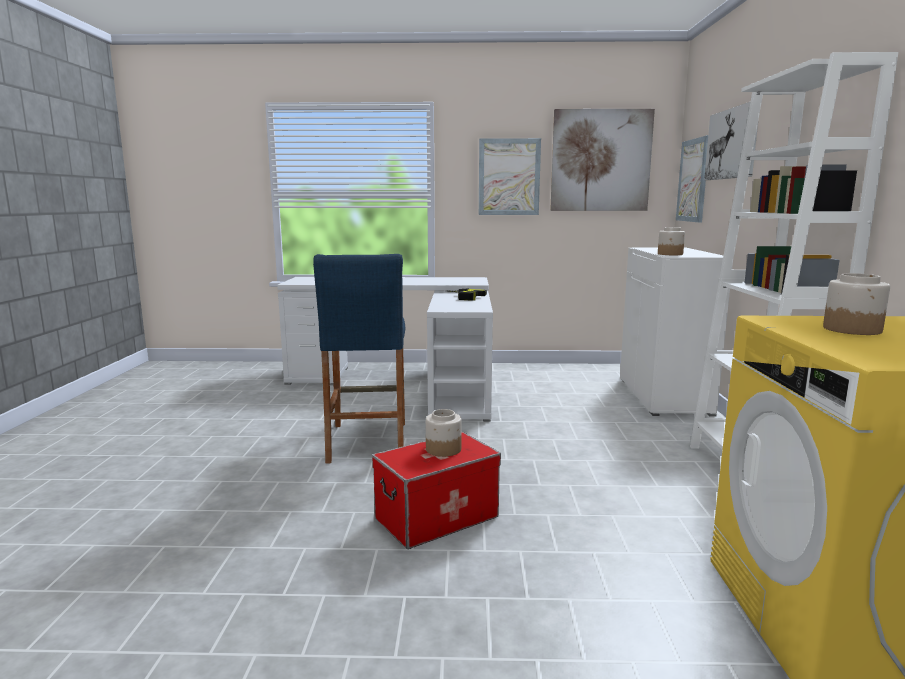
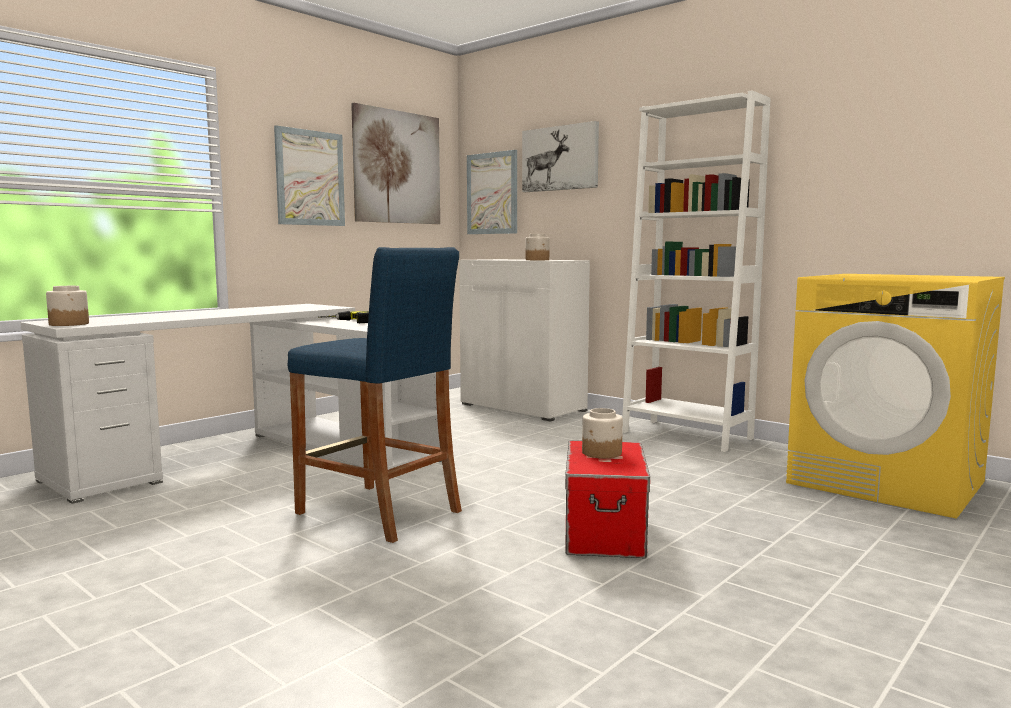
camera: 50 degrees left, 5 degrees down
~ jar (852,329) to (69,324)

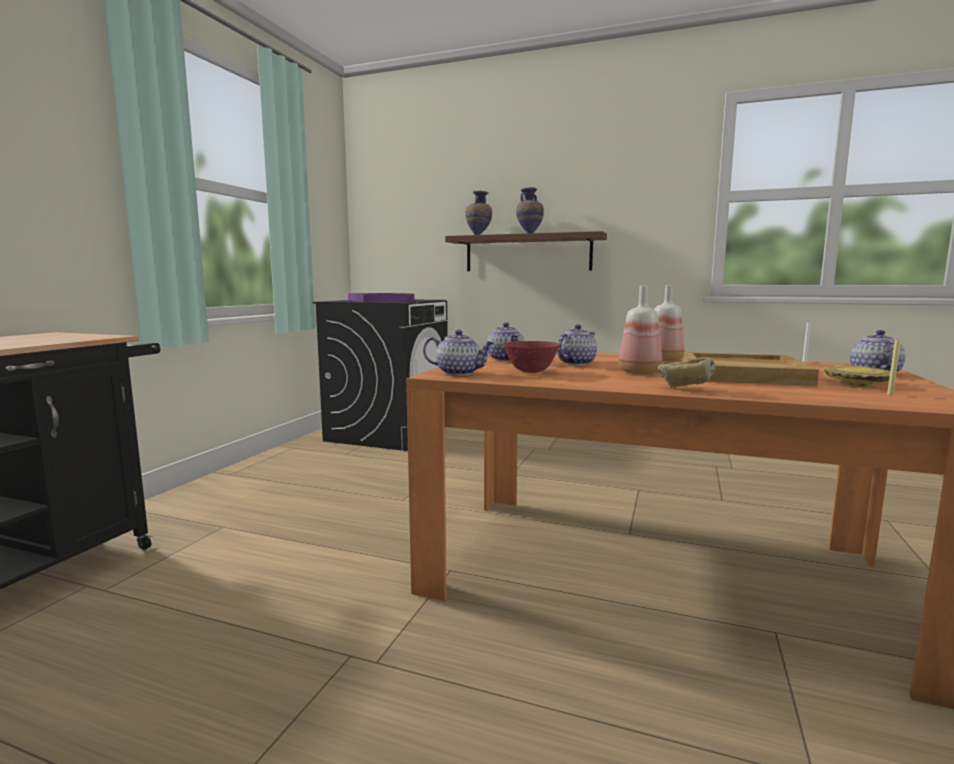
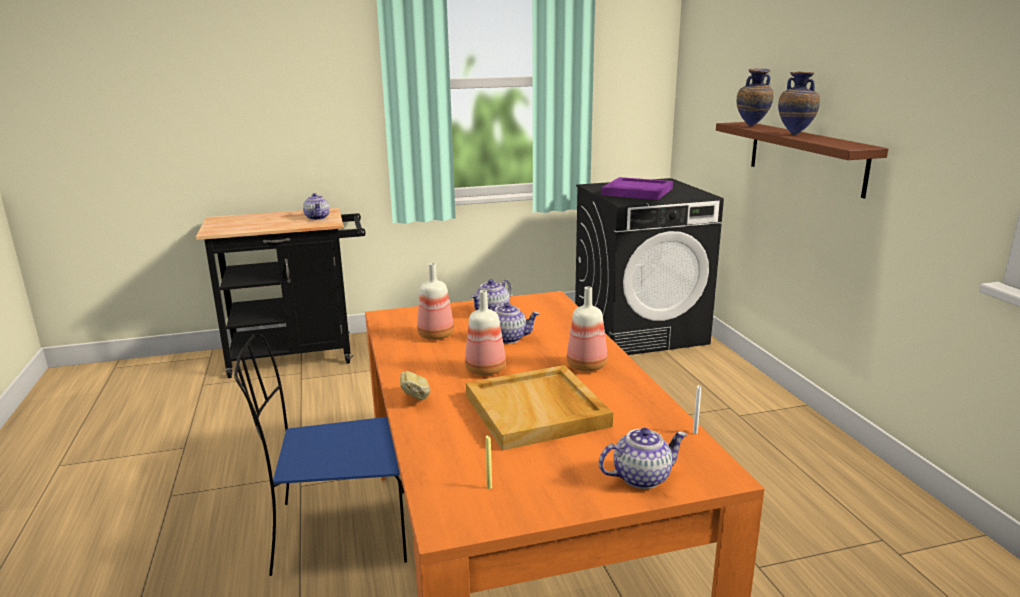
camera: 55 degrees right, 10 degrees up
+ upright chair in blue-coloured (338,532)
~ teapot (459,373) to (317,218)
~ bowl in reddish (531,372) to drink bottle (436,335)
- flat dish in yellow-coloured (857,384)

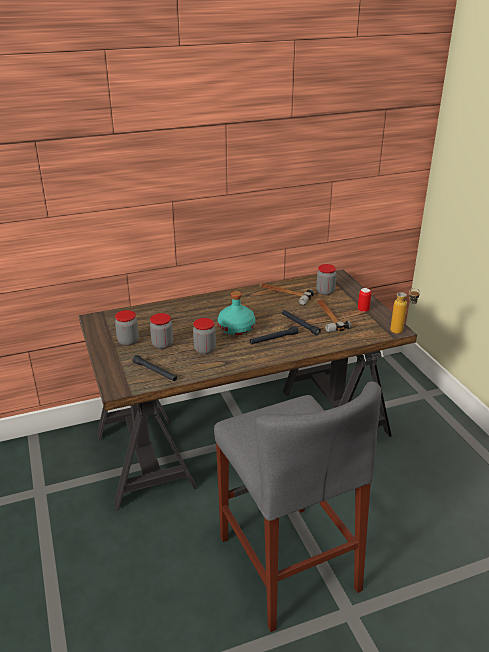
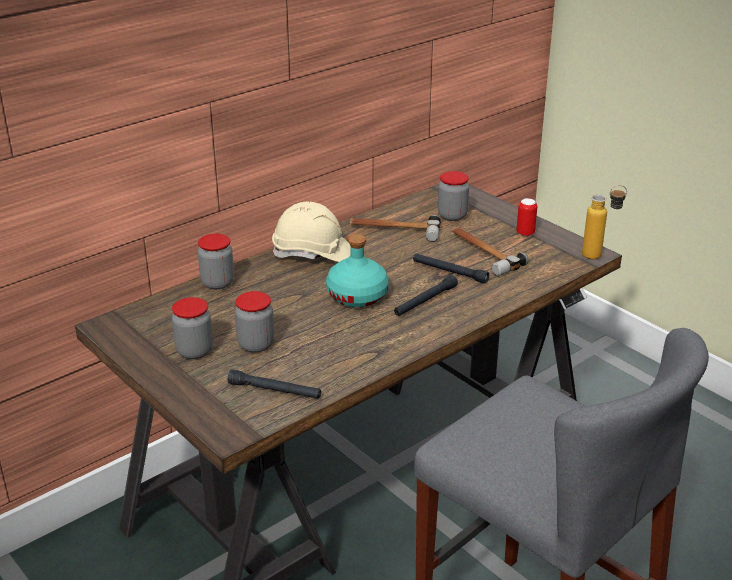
camera: 20 degrees left, 0 degrees up
~ jar (205,349) to (217,283)
+ safety helmet in beige-coloured (312,254)

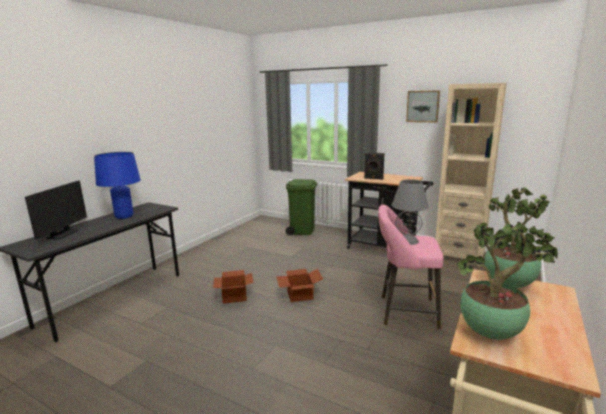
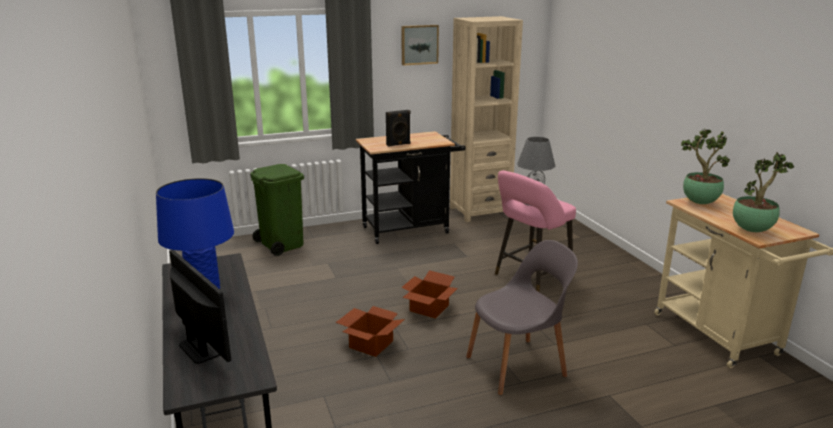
camera: 50 degrees left, 5 degrees up
+ upright chair in grey (518,365)

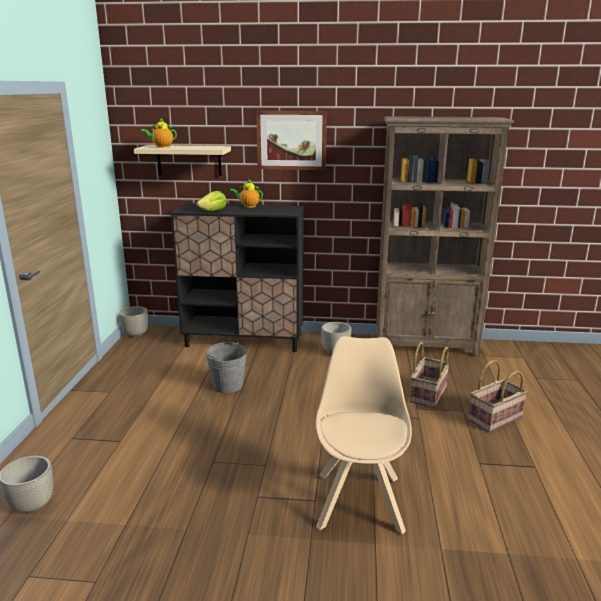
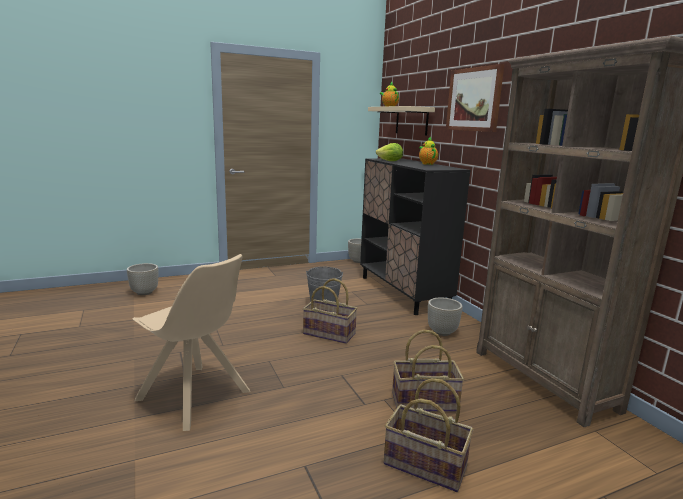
camera: 60 degrees right, 5 degrees down
~ upright chair in beige-coloured (359,499) = (195,397) 60 degrees clockwise
+ basket (330,333)

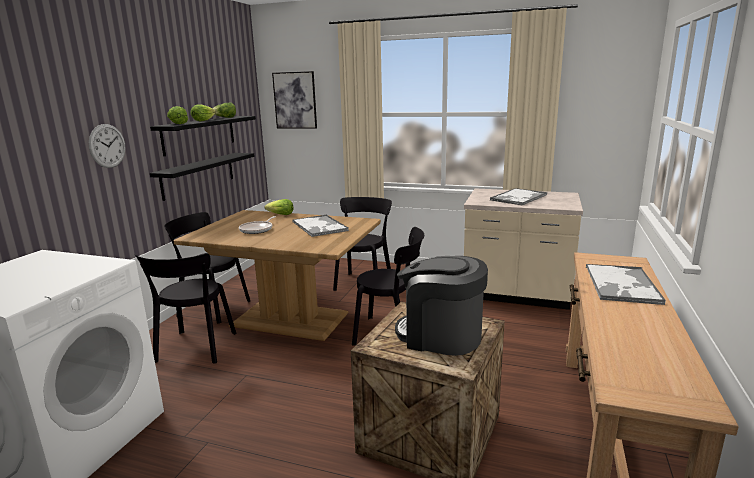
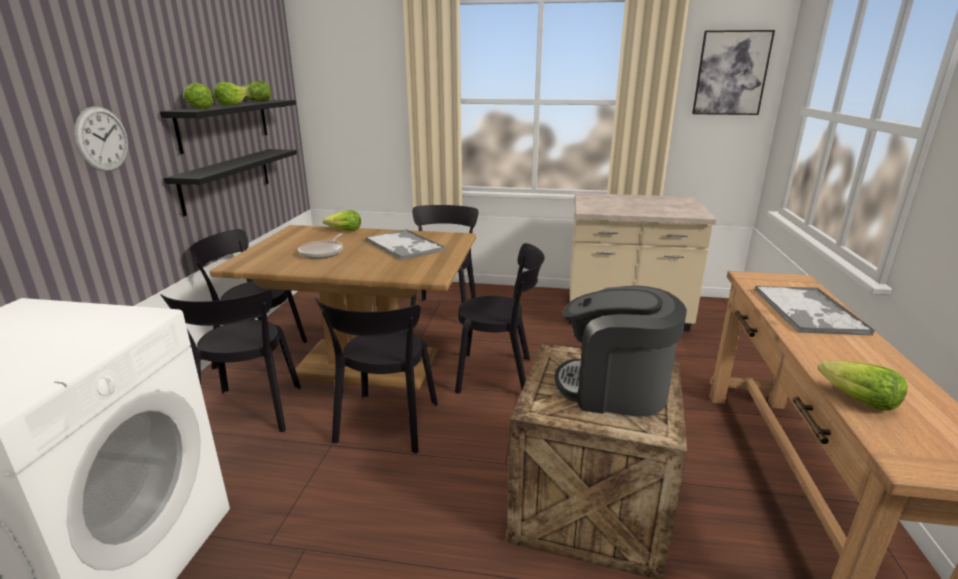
camera: 10 degrees left, 5 degrees up
+ upright chair in blackish (385,425)
~ wall art (295,100) to (731,73)
+ head of lettuce (857,400)
- tray (518,198)

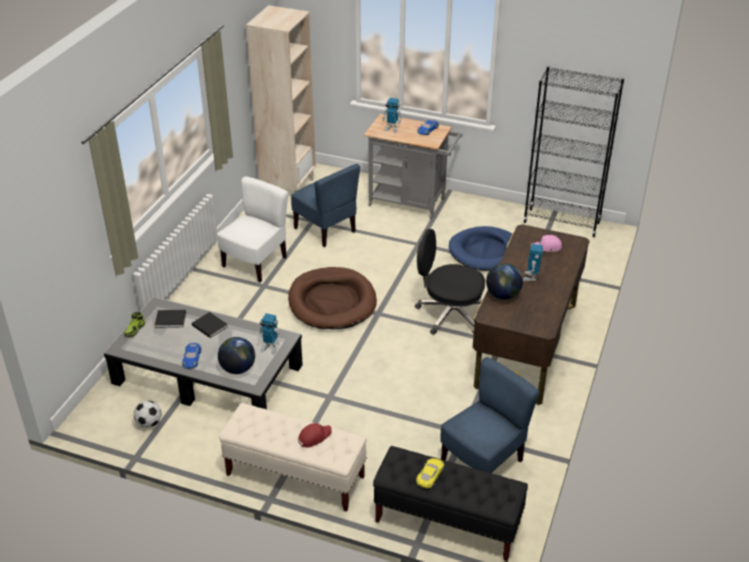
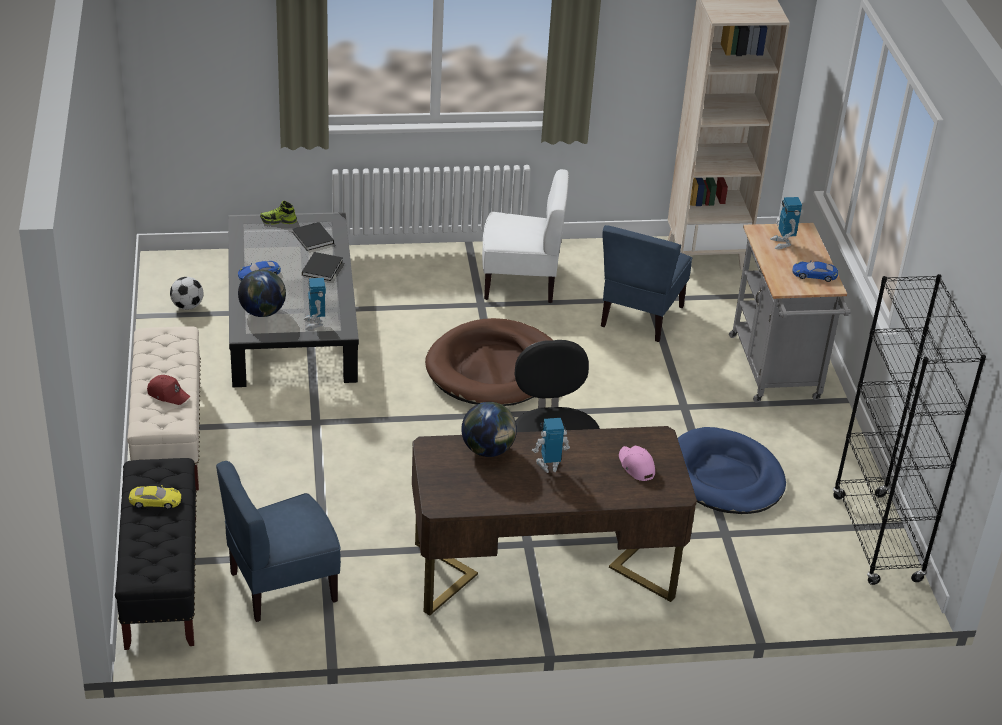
camera: 60 degrees right, 0 degrees up
~ upright chair in blue-coloured (483,462) = (282,586) 135 degrees clockwise

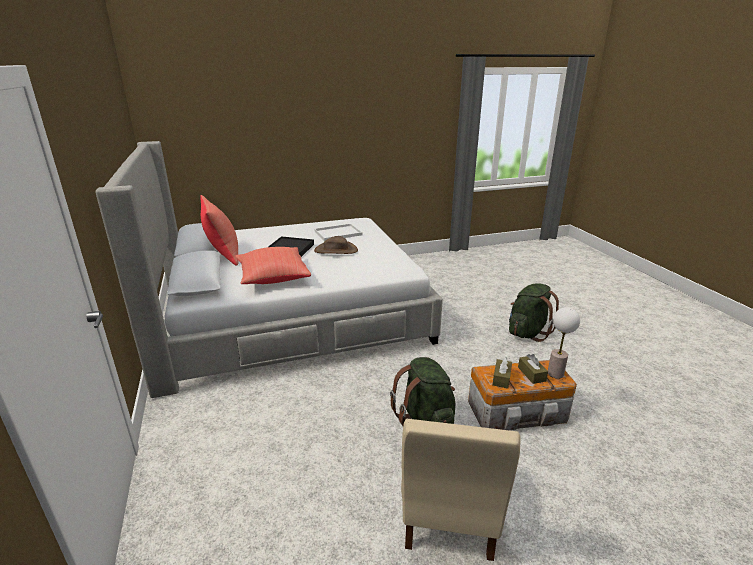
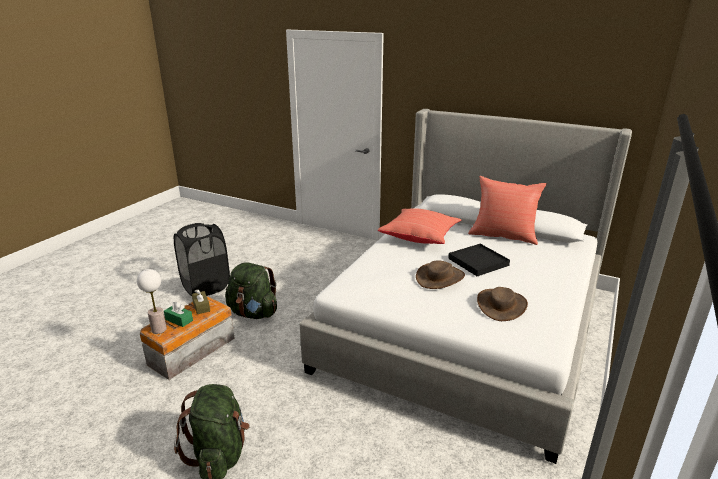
camera: 135 degrees right, 0 degrees up
~ tissue box in brown-coloured (531,374) to tissue box in green (179,320)
~ upright chair in beige-coloured (449,512) to washing basket in blackish (206,286)
~ tray in white-coloured (338,233) to hat in brown-coloured (501,305)

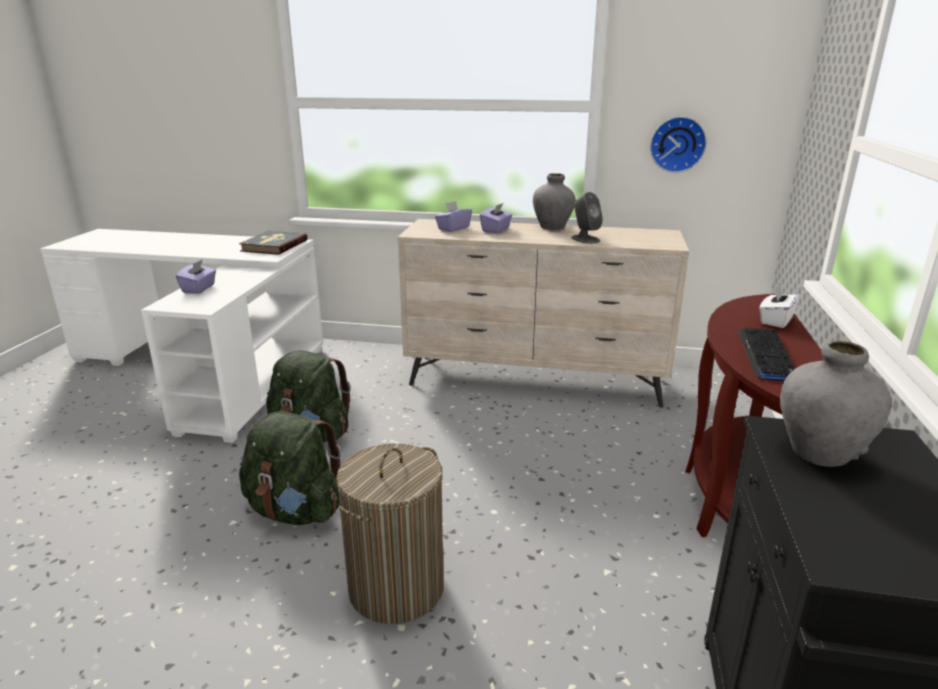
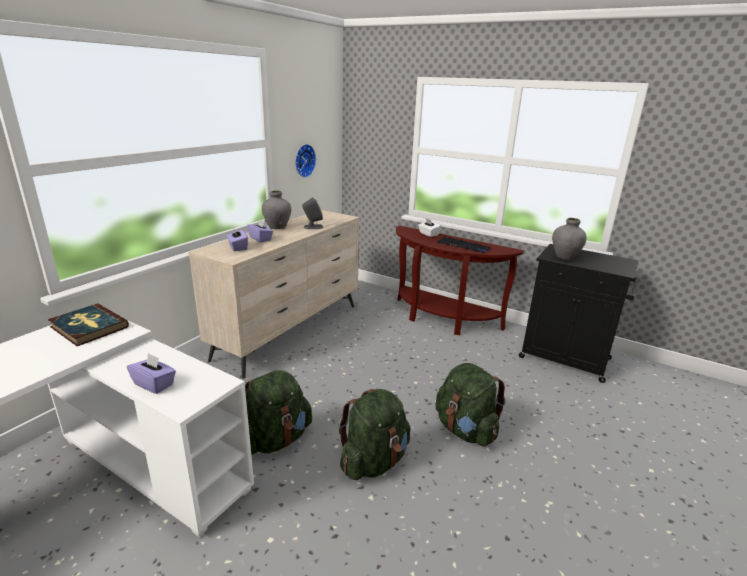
camera: 70 degrees left, 0 degrees up
~ washing basket (396,588) to backpack in green (465,430)

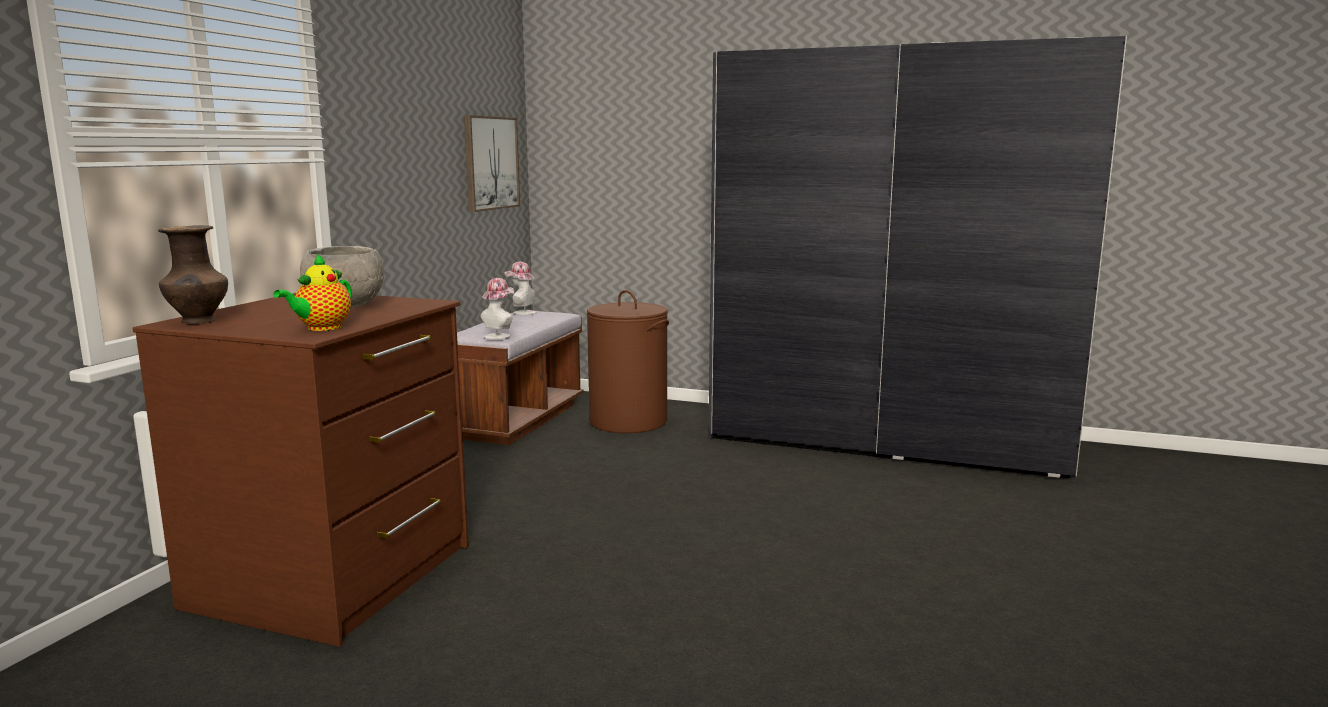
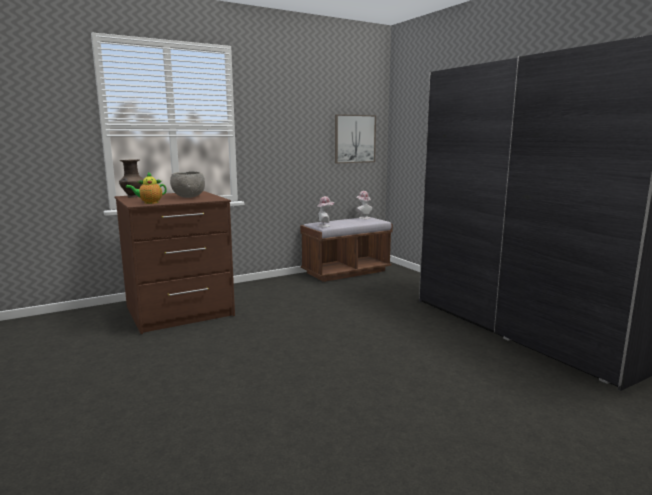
camera: 40 degrees right, 0 degrees up
- washing basket in brown-coloured (628,421)

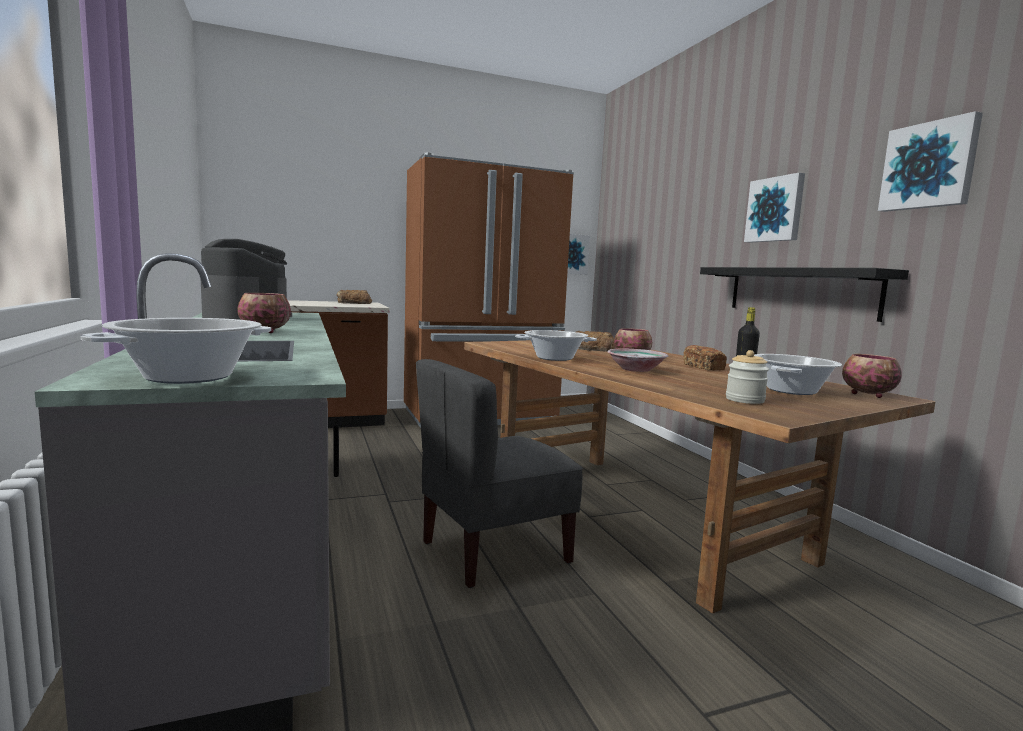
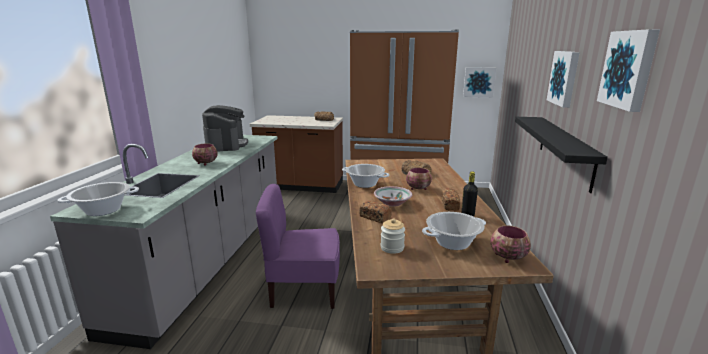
camera: 30 degrees right, 10 degrees up
~ upright chair in grey (493,551) to upright chair in purple-coloured (304,290)
+ baked bread (374,217)

